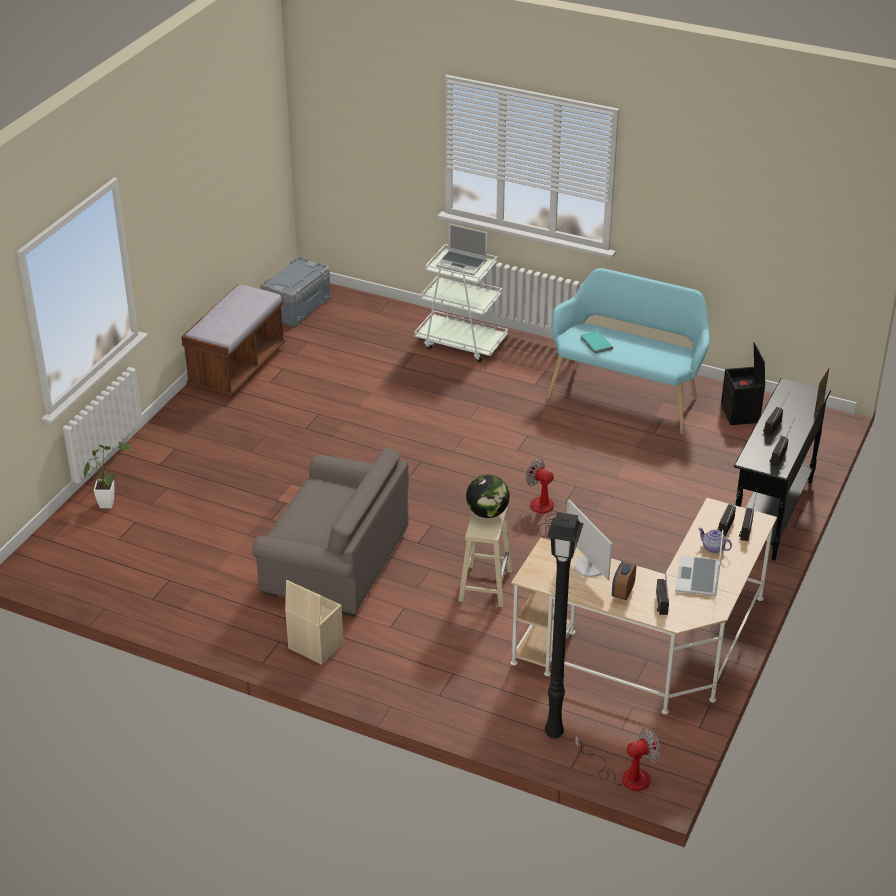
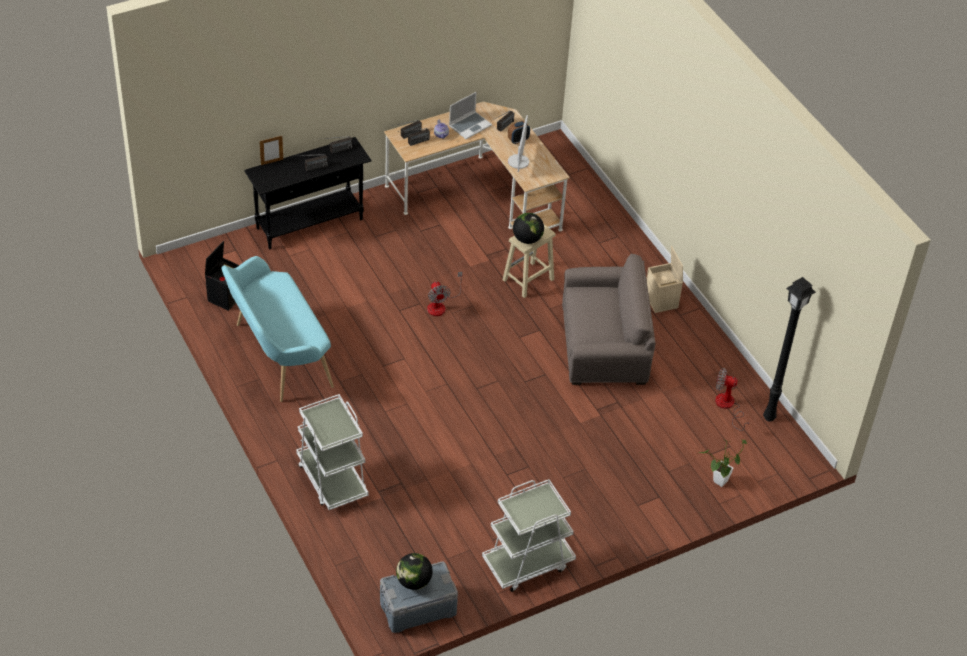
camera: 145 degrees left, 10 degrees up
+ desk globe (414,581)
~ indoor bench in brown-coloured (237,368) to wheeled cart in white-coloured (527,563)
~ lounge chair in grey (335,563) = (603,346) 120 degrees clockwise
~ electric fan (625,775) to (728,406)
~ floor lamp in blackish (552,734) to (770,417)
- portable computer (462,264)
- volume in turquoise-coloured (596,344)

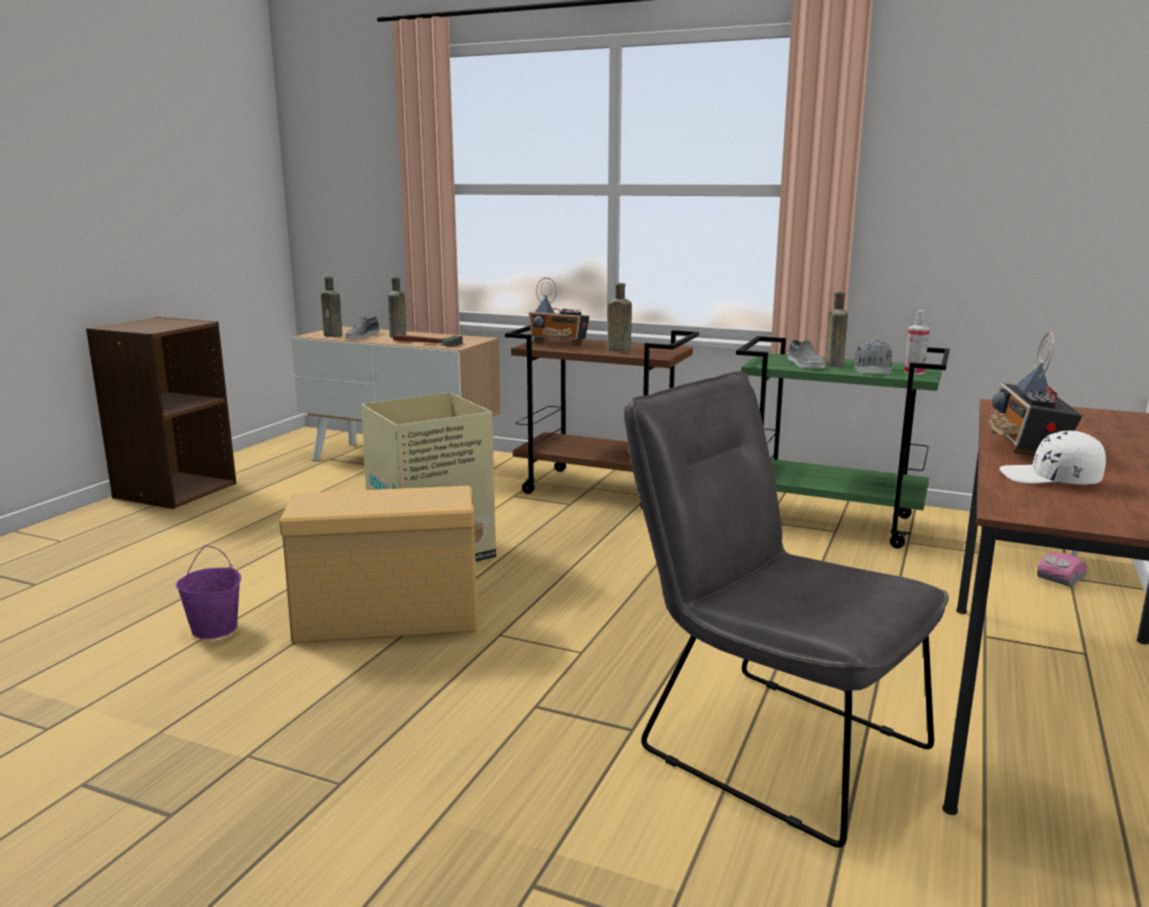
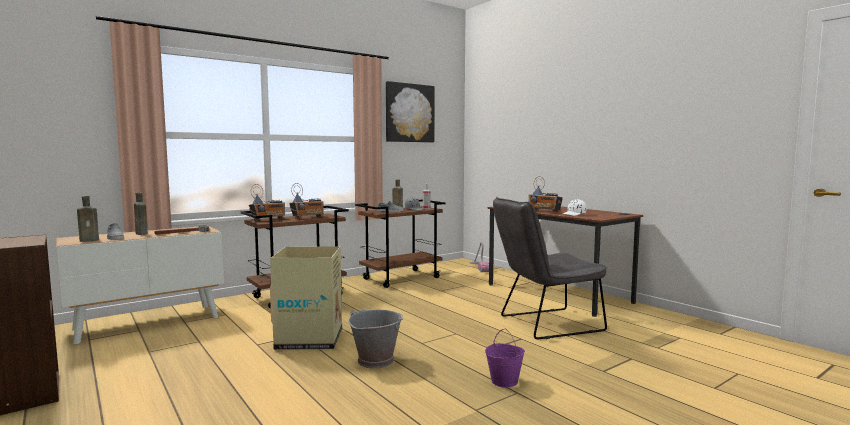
camera: 60 degrees left, 10 degrees down
~ drink bottle in brown-coloured (617,350) to radio set (308,217)
~ storage bin in beige-coloured (391,620) to water bucket in grey (375,360)
~ wheeled cart in green (830,521) to wheeled cart in brown-coloured (401,278)
+ wall art (409,113)
~ water bucket in purple-coloured (215,629) to (505,381)

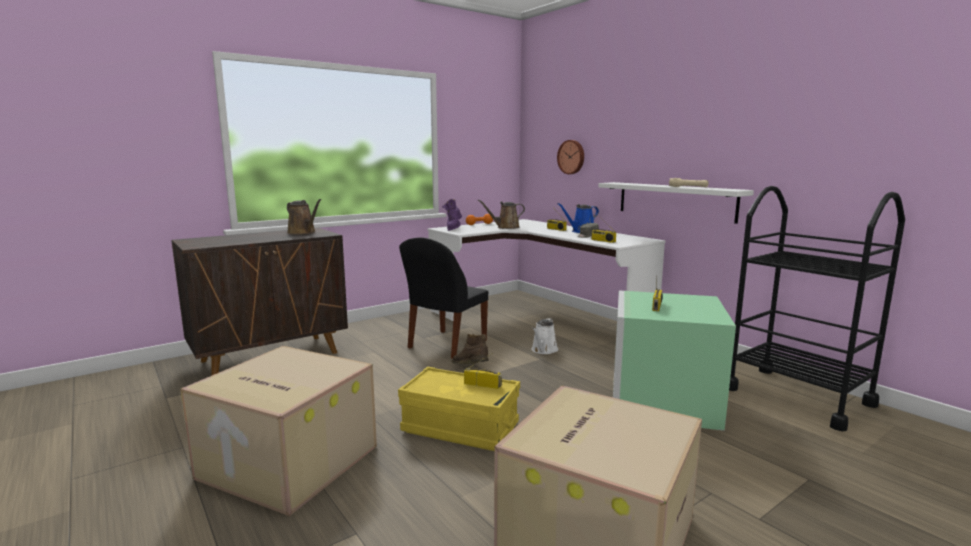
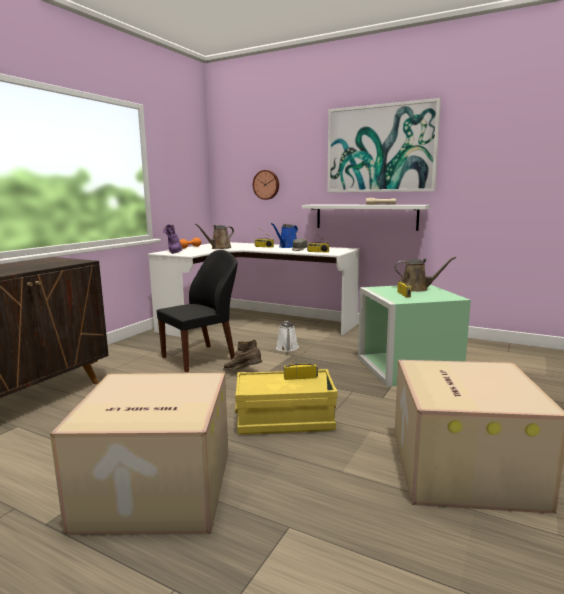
camera: 25 degrees left, 0 degrees up
~ upright chair in blackish (446,345) = (200,358) 135 degrees counterclockwise
+ wall art (380,149)
~ watering pot in brown-coloured (303,232) to (417,289)
- wheeled cart in blackish (797,396)

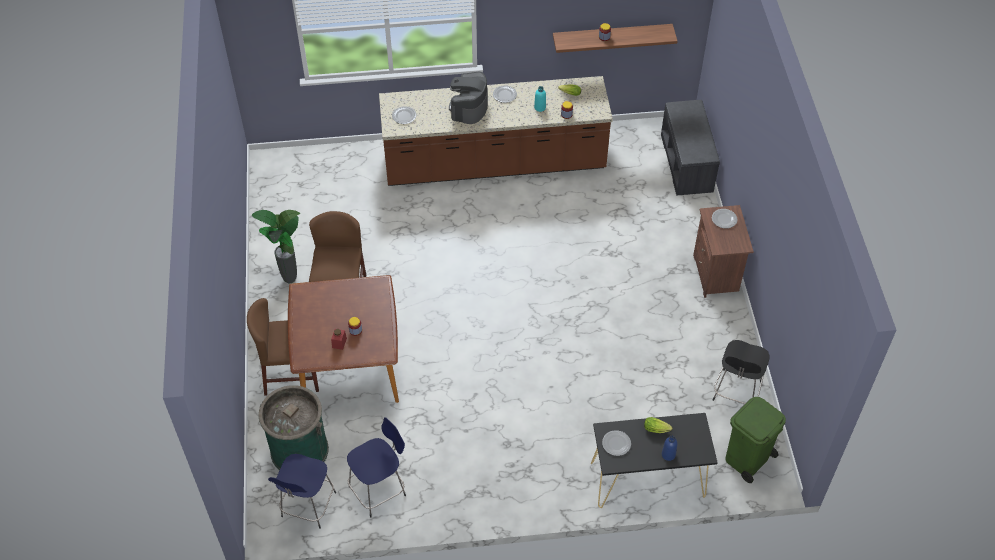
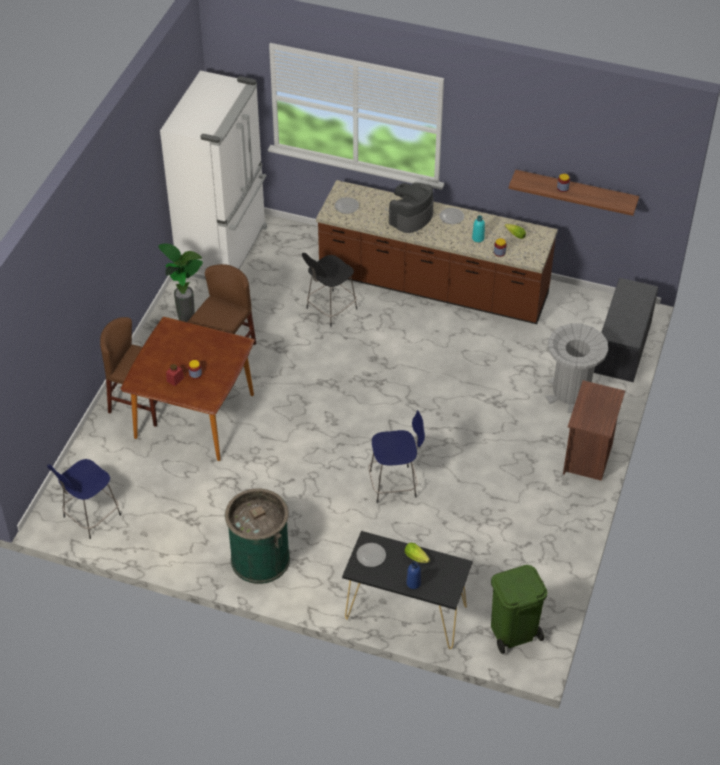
camera: 25 degrees right, 5 degrees down
+ refrigerator in white-coloured (224,250)
~ trash can in green (299,450) to (260,559)
~ stool seat in blackish (736,392) to (330,309)
~ stool seat in blue-coloured (379,490) to (395,484)
+ trash can in grey (570,393)
- flat dish (724,219)

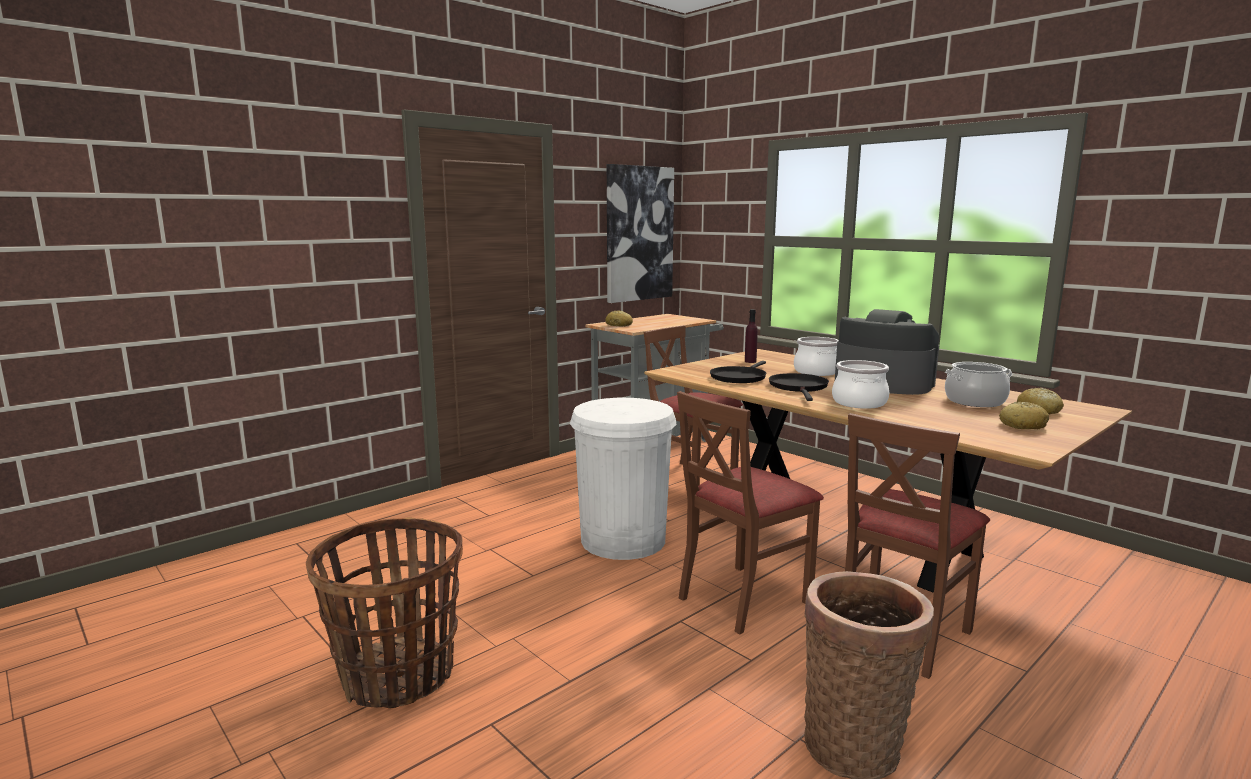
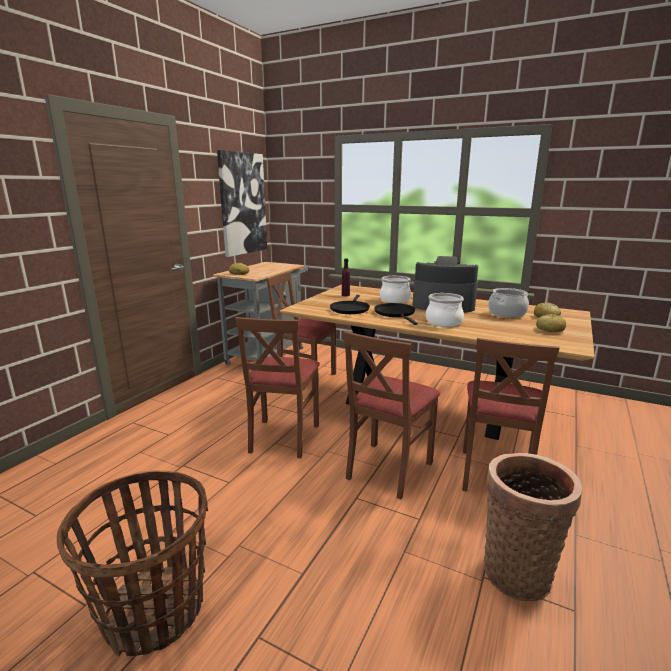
camera: 20 degrees left, 5 degrees up
~ trash can in white-coloured (623,540) to upright chair in brown-coloured (283,437)

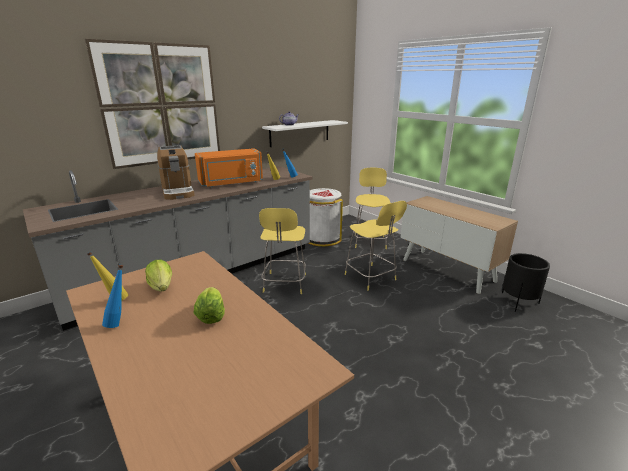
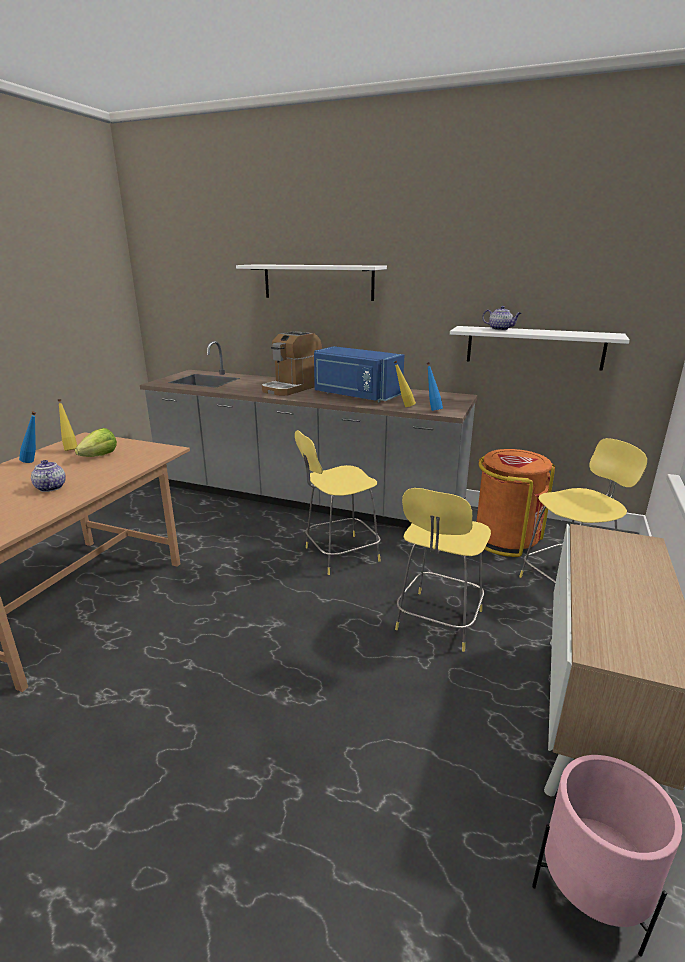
camera: 60 degrees right, 0 degrees up
~ head of lettuce (211,315) to teapot (50,487)
~ wall art (161,105) to shelf in white-coloured (318,282)
~ microwave oven in orange-coloured (231,183) to microwave oven in blue-coloured (355,395)
~ trash can in white-coloured (322,238) to trash can in orange-coloured (505,538)
~ plant pot in blackish (518,302) to plant pot in pinkish (591,892)

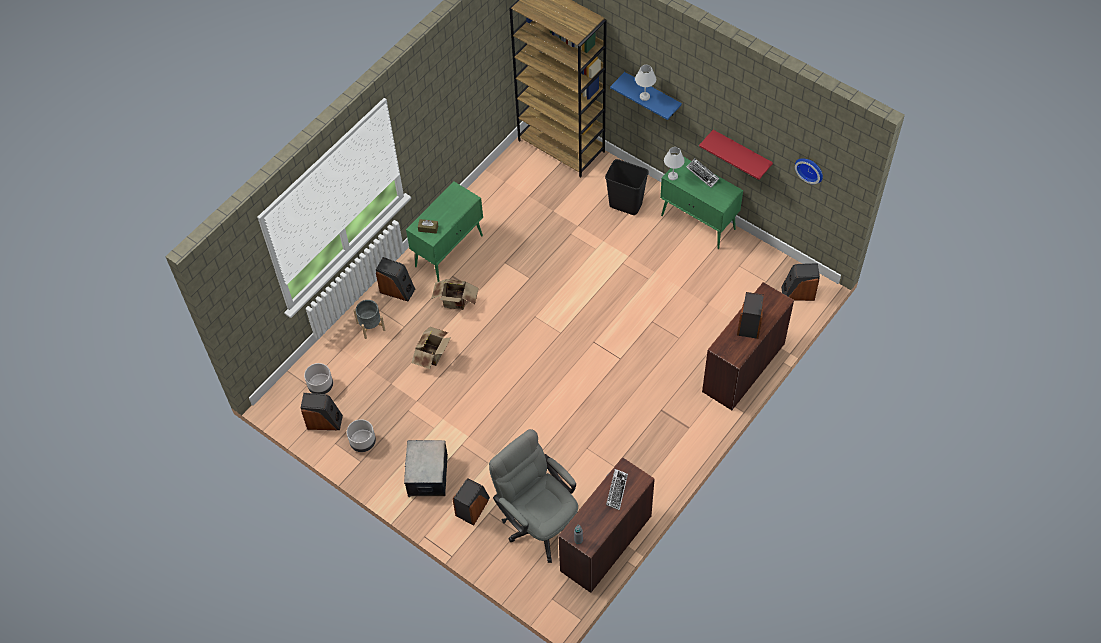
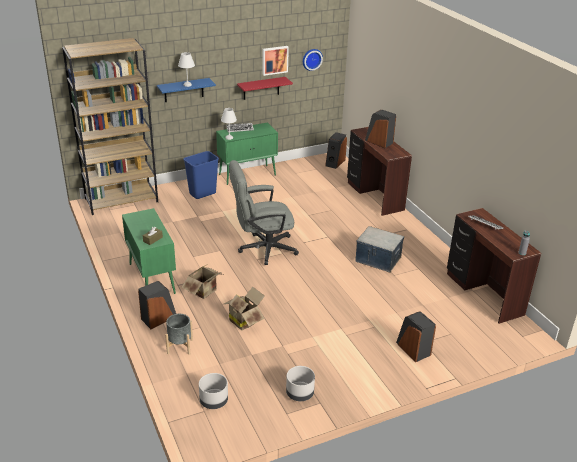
camera: 65 degrees left, 25 degrees down
~ trash can in blackish (626,204) to trash can in blue-coloured (202,193)
~ office chair in grey (538,521) to (262,249)
+ wall art (274,60)
~ storage bin (427,475) to (378,260)
- speaker (324,421)

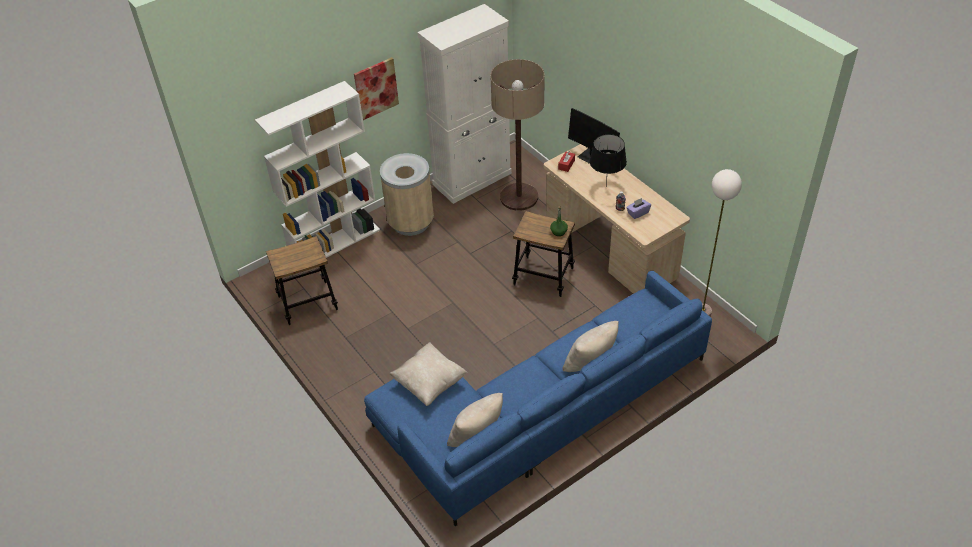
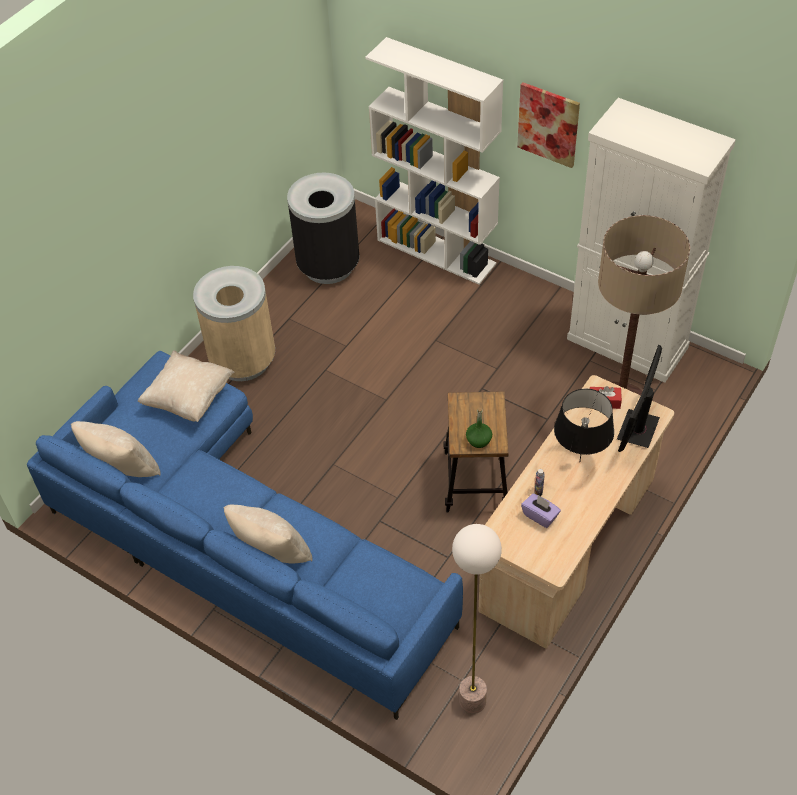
camera: 70 degrees right, 5 degrees up
~ trash can in beige-coloured (410,222) to (243,360)
~ stool seat (307,303) to trash can in blackish (328,266)

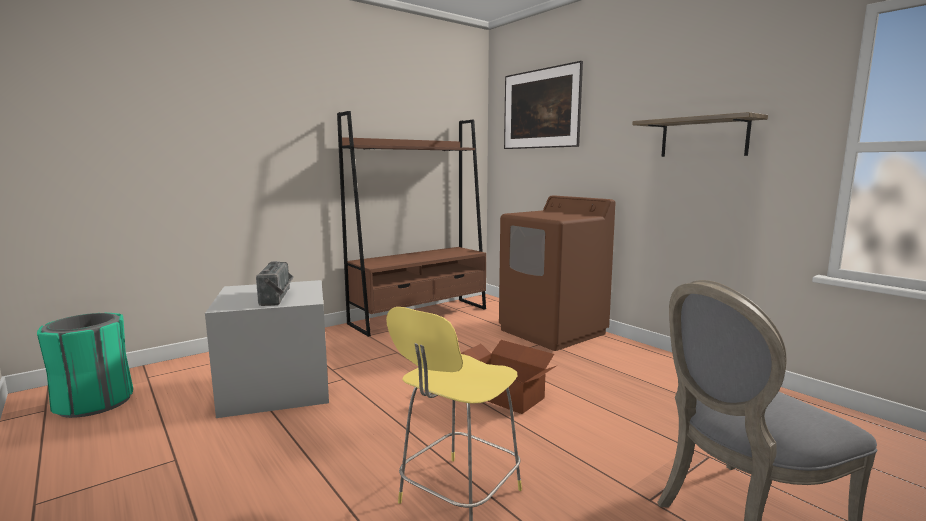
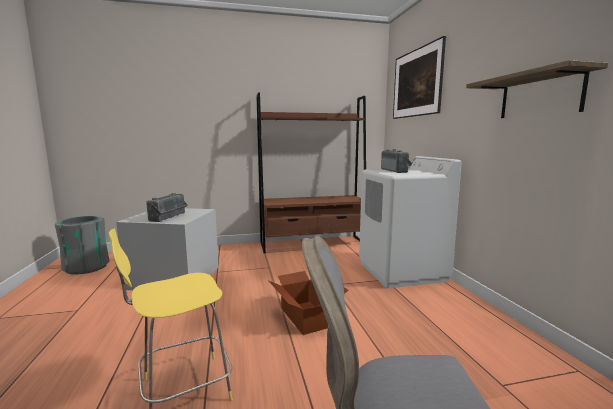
camera: 25 degrees right, 0 degrees up
~ trash can in green (94,402) to trash can in grey (86,267)
~ laundry appliance in brown-coloured (553,332) to laundry appliance in white-coloured (402,272)
+ radio set (395,171)

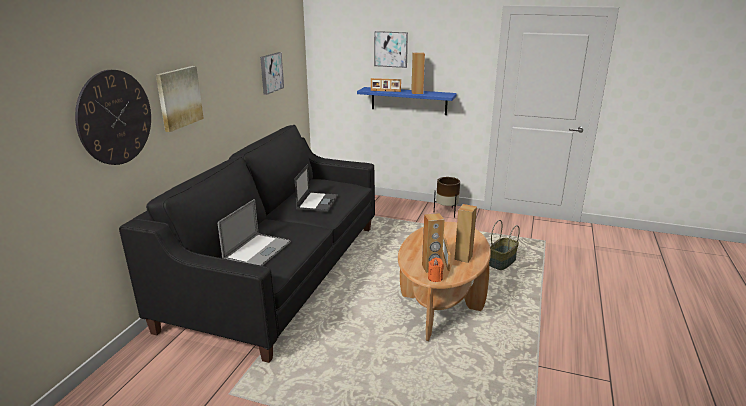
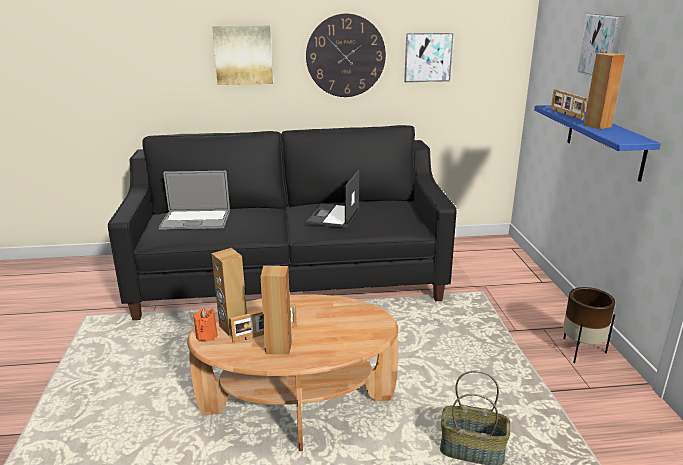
camera: 65 degrees right, 0 degrees up
~ clock on the wall (115,117) to (345,56)
~ portable computer (317,202) = (333,216) 120 degrees clockwise

